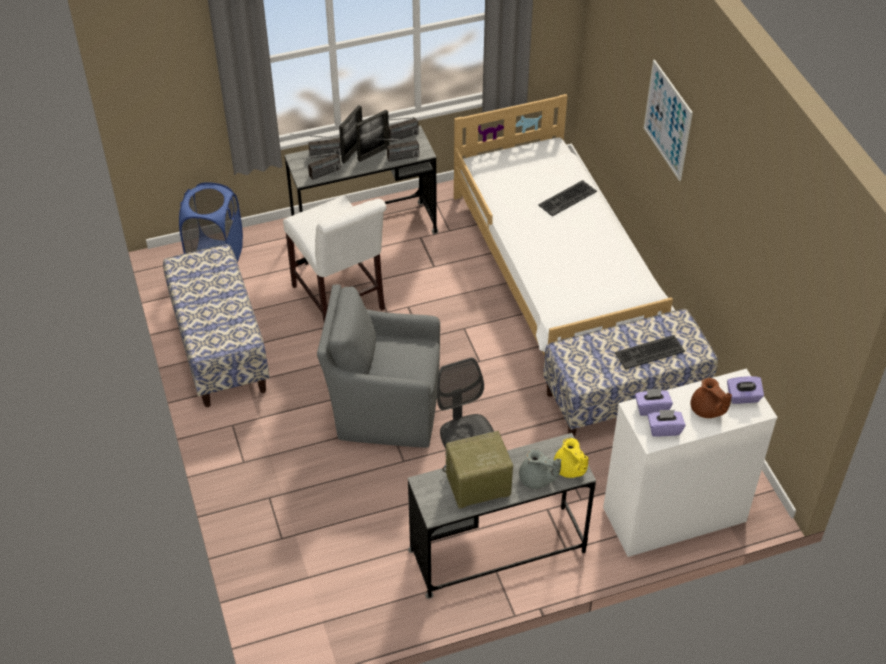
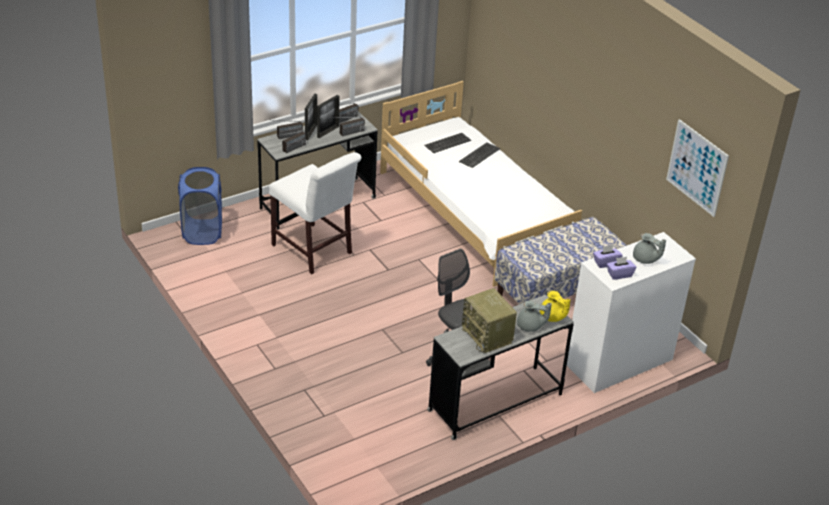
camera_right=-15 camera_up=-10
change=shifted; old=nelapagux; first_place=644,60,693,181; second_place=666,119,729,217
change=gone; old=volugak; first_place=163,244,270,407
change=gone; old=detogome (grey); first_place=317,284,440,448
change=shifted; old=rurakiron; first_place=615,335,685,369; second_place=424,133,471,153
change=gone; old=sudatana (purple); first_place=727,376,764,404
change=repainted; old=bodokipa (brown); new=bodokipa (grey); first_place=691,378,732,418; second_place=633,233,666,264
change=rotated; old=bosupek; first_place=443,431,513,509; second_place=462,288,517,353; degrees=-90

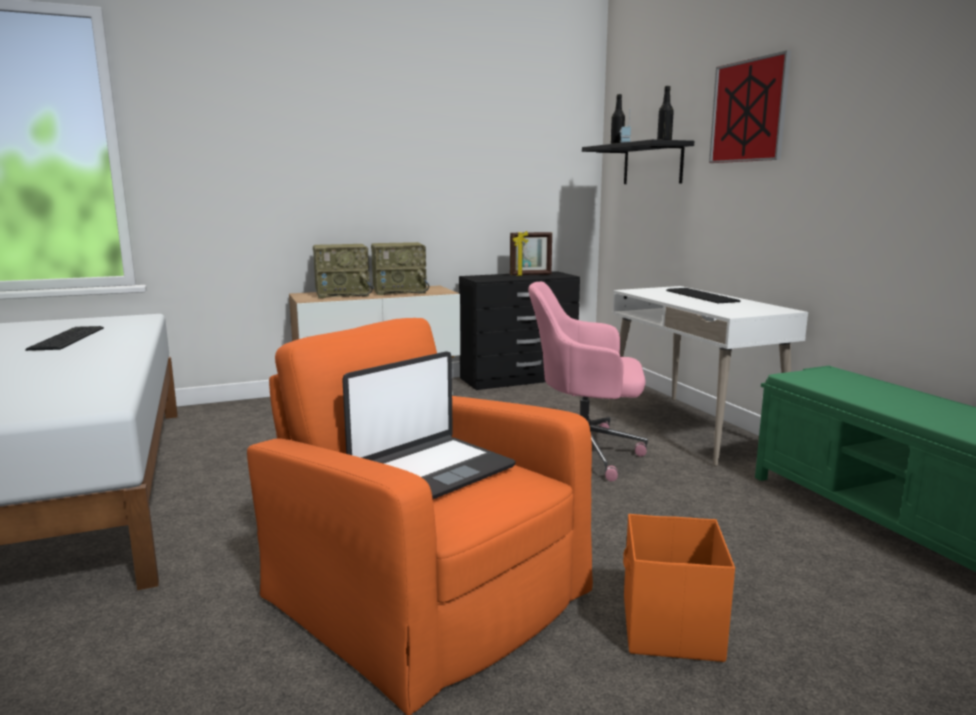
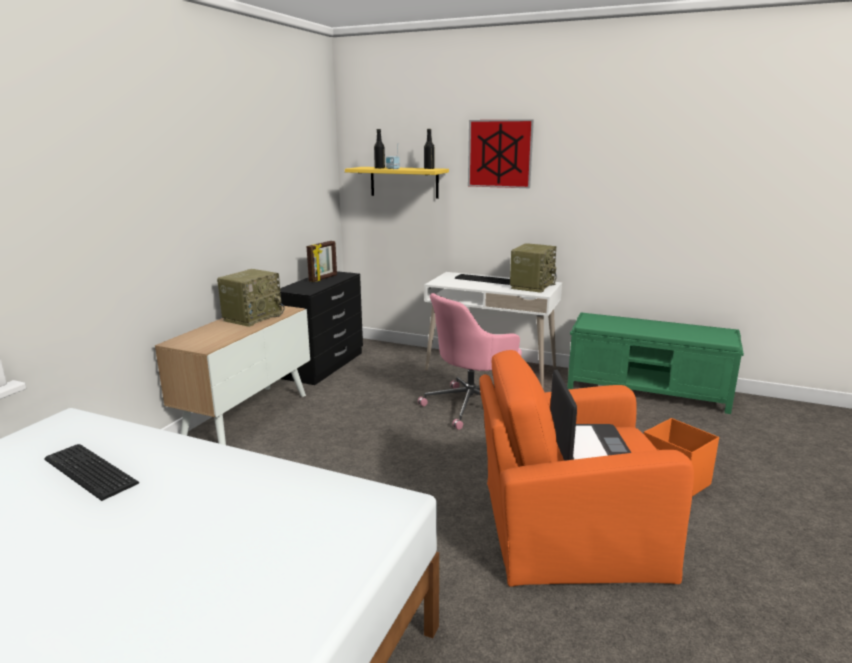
camera_right=-45 camera_up=5
change=repainted; old=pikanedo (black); new=pikanedo (yellow); first_place=582,139,694,184; second_place=345,167,449,199
change=shifted; old=bosupek; first_place=313,244,373,298; second_place=510,243,557,293

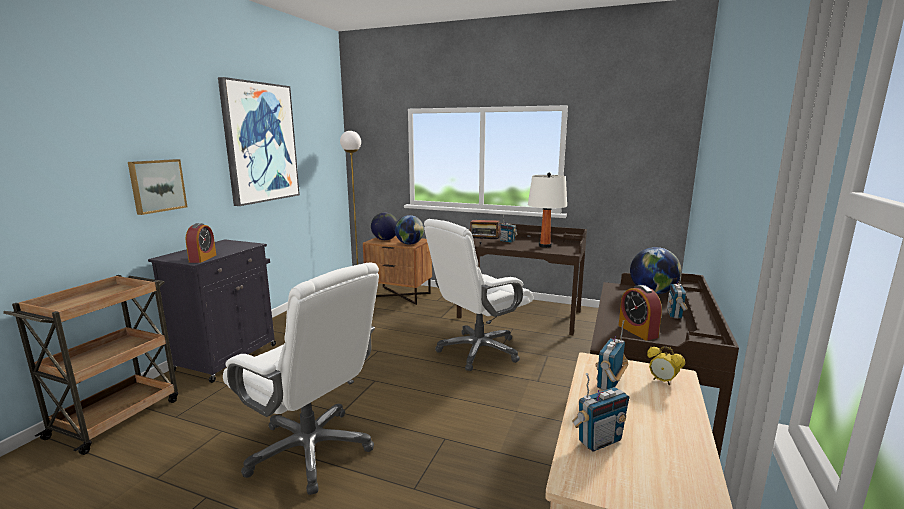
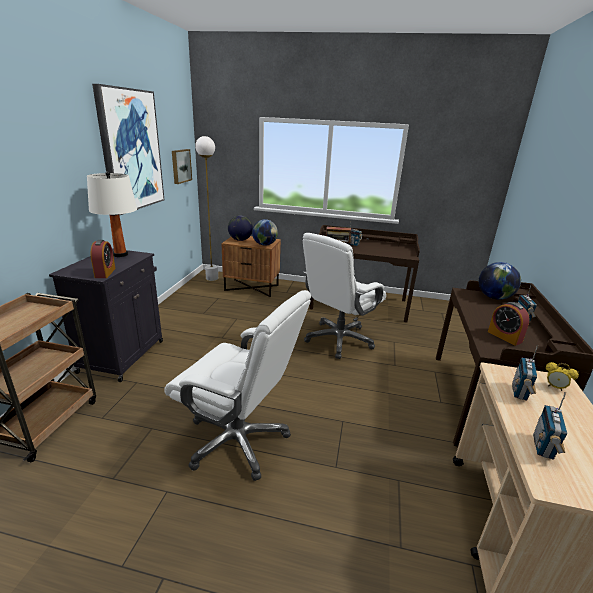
camera_right=-10 camera_up=10
change=shifted; old=nelapagux; first_place=128,159,187,215; second_place=172,149,192,184
change=shifted; old=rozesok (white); first_place=528,172,567,248; second_place=87,171,137,257
change=rotated; old=bosupek; first_place=572,373,629,452; second_place=533,392,567,460; degrees=150

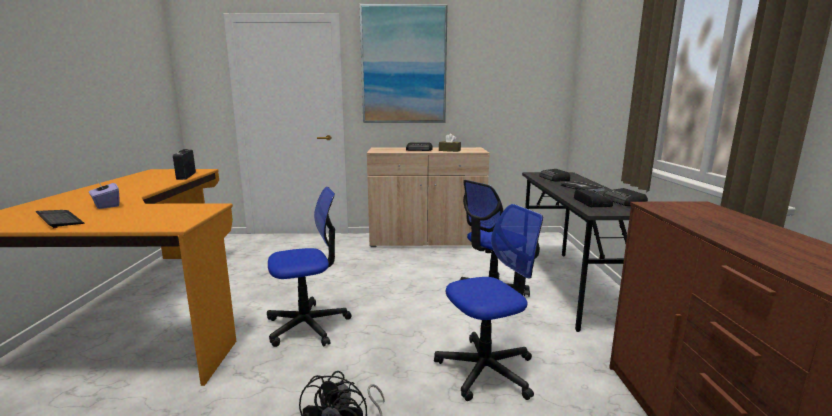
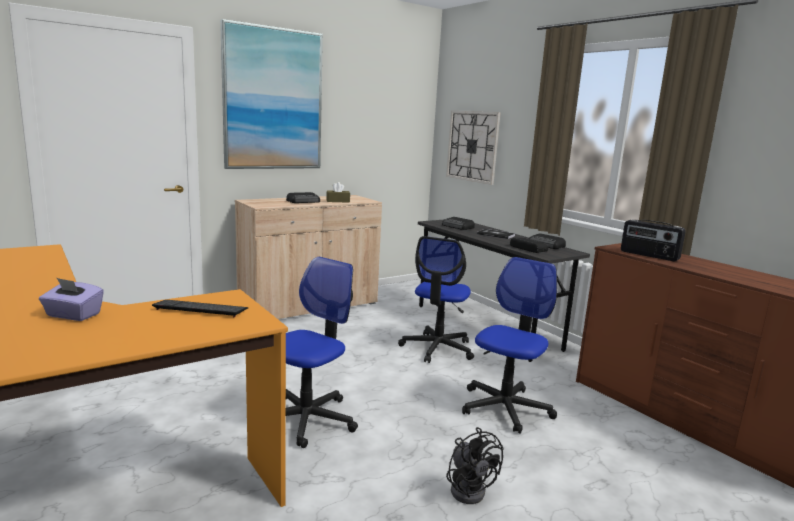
camera_right=-35 camera_up=0
change=shifted; old=bosupek; first_place=173,149,196,180; second_place=621,219,686,261
change=shifted; old=rurakiron; first_place=36,210,85,229; second_place=152,300,249,317
change=new; new=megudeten; second_place=446,111,501,185

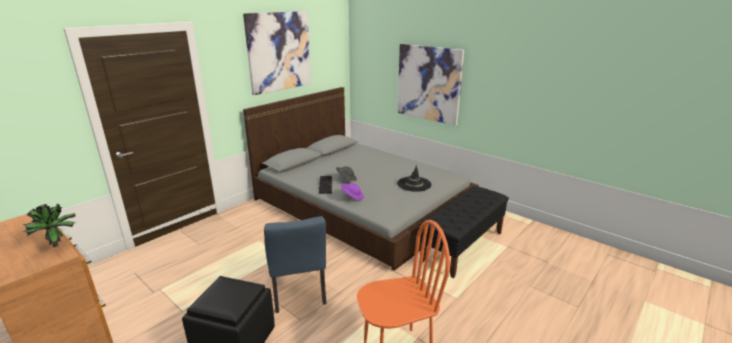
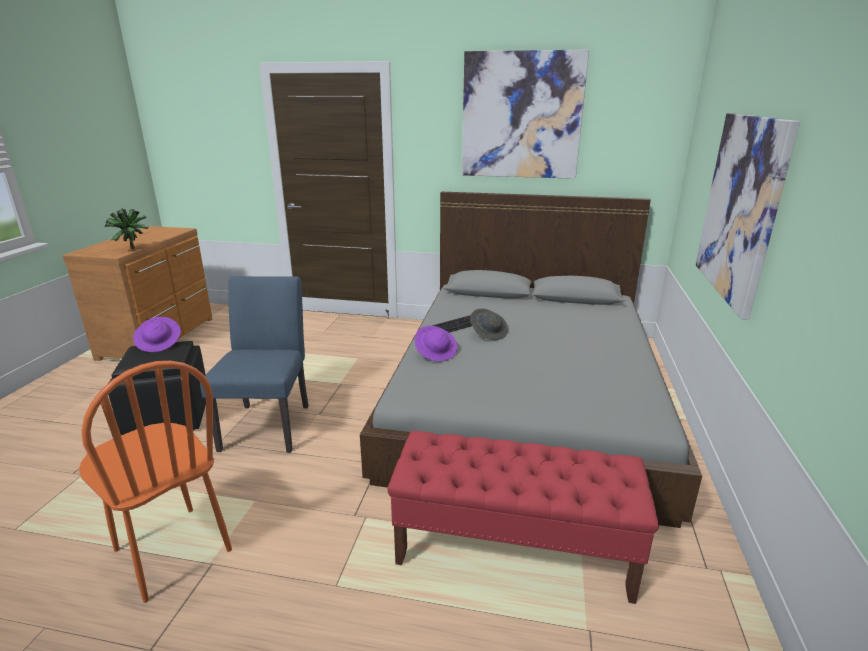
camera_right=60 camera_up=0
change=gone; old=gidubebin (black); first_place=397,165,432,192
change=repainted; old=volugak (black); new=volugak (red); first_place=420,186,509,278; second_place=387,431,659,604
change=rotated; old=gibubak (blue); first_place=264,216,326,313; second_place=200,276,309,452; degrees=135
change=new; new=gidubebin (purple); second_place=133,317,181,352

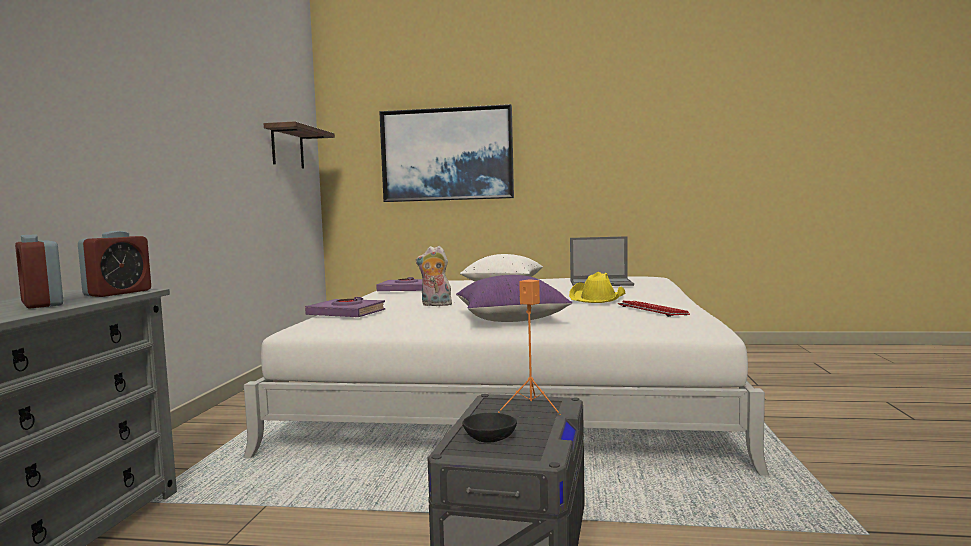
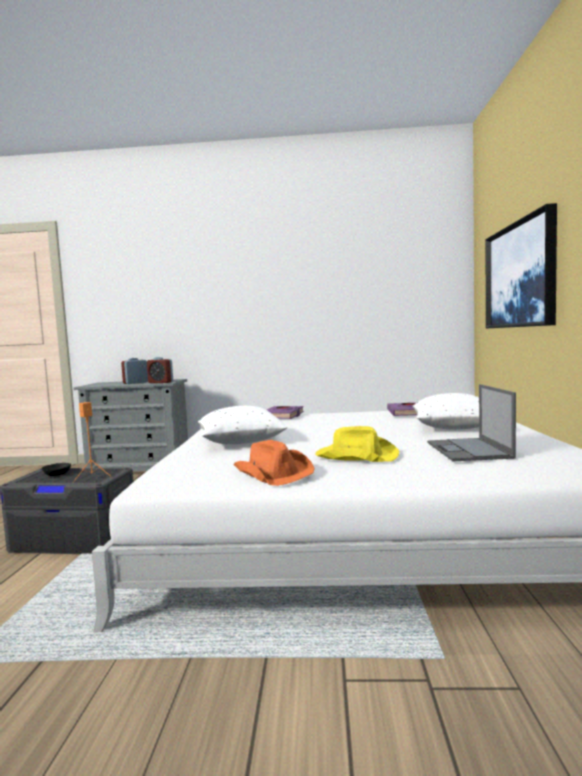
camera_right=85 camera_up=0
change=gone; old=pikanedo; first_place=264,121,335,168
change=gone; old=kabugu; first_place=416,246,452,306
change=repainted; old=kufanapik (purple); new=kufanapik (white); first_place=456,275,572,322; second_place=198,406,287,444
change=swapped; old=rurakiron; new=gidubebin (orange); first_place=618,300,690,317; second_place=233,440,315,486

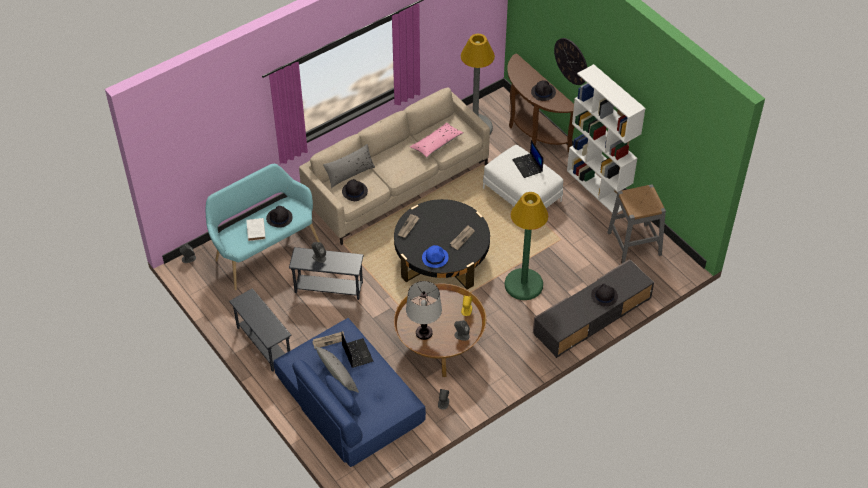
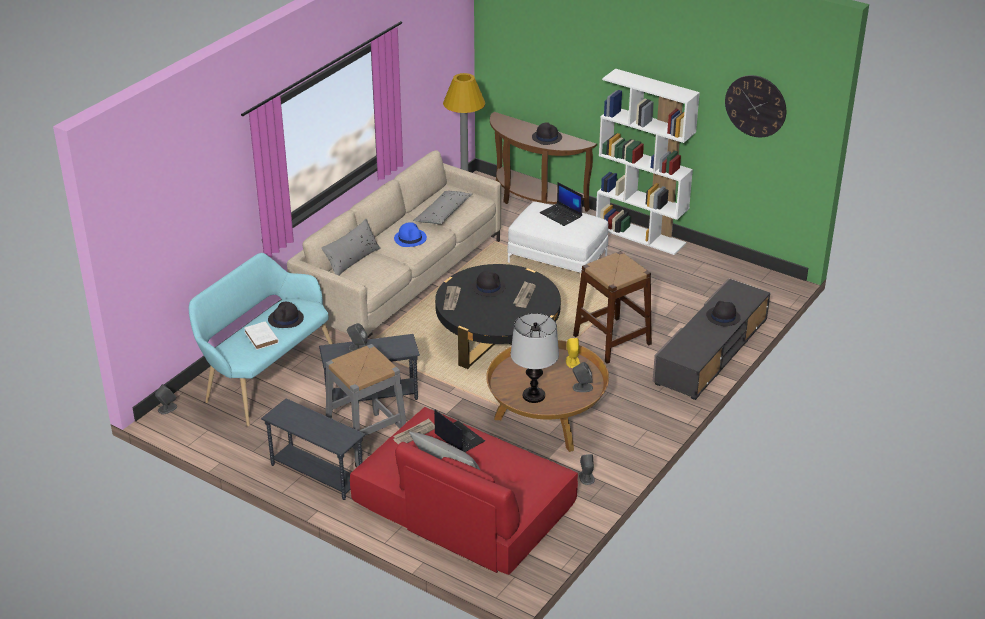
camera_right=-20 camera_up=-15
change=shifted; old=megudeten; first_place=554,38,587,85; second_place=725,75,786,137
change=repainted; old=kufanapik (pink); new=kufanapik (grey); first_place=410,123,464,157; second_place=413,191,472,224
change=shifted; old=gidubebin (black); first_place=342,179,368,201; second_place=472,271,506,297
change=shifted; old=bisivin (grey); first_place=607,184,666,263; second_place=326,344,406,467
change=swapped; old=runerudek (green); new=bisivin (brown); first_place=505,192,549,300; second_place=573,251,652,364
change=shifted; old=gidubebin (blue); first_place=422,245,449,268; second_place=394,222,427,247
change=repainted; old=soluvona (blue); new=soluvona (red); first_place=274,318,426,467; second_place=350,407,578,575

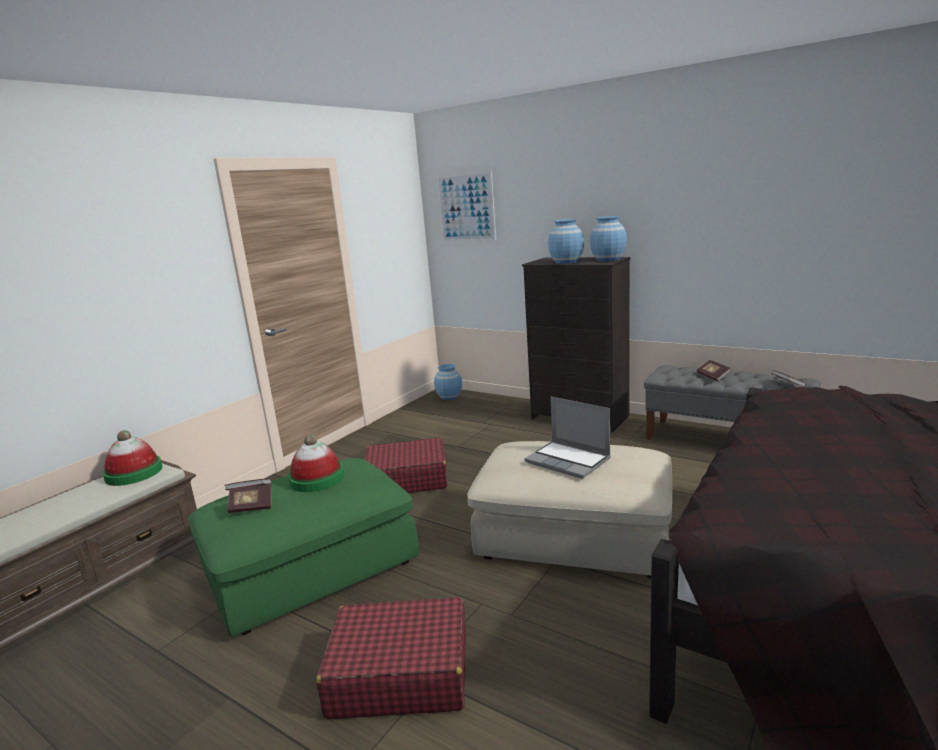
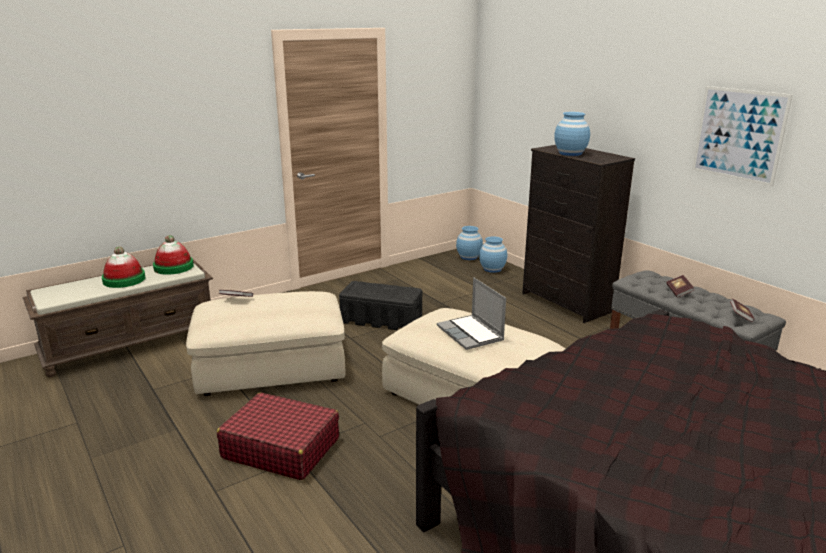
camera_right=20 camera_up=5
change=shifted; old=nelapagux; first_place=436,171,496,242; second_place=692,86,793,186
change=shifted; old=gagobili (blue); first_place=590,216,627,261; second_place=479,236,507,273
change=shifted; old=gidubebin; first_place=288,434,344,492; second_place=102,246,146,288
change=swapped; old=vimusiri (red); new=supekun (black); first_place=365,437,448,493; second_place=339,281,422,330
change=repainted; old=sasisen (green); new=sasisen (beige); first_place=188,458,419,637; second_place=186,291,345,396
change=gone; old=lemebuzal; first_place=227,484,272,513

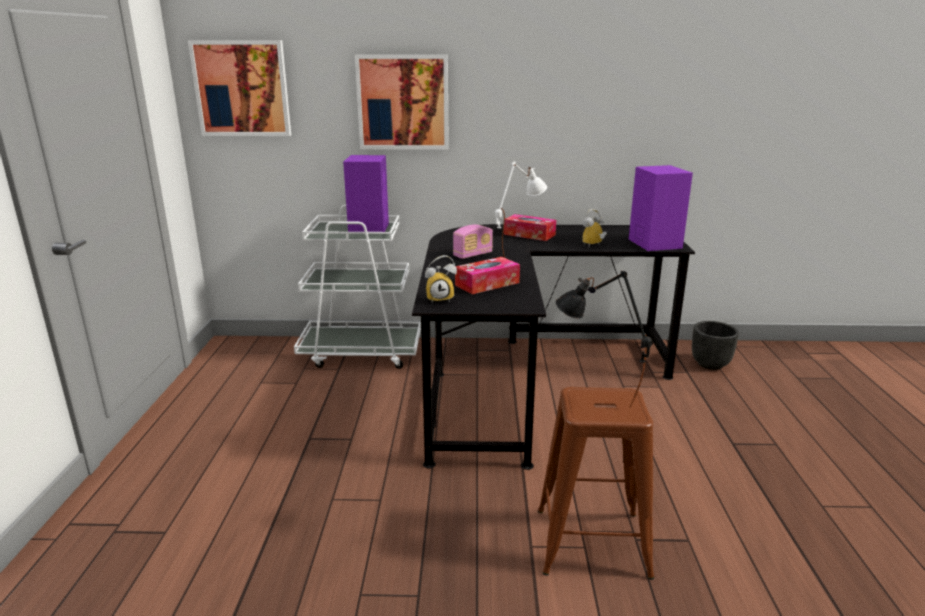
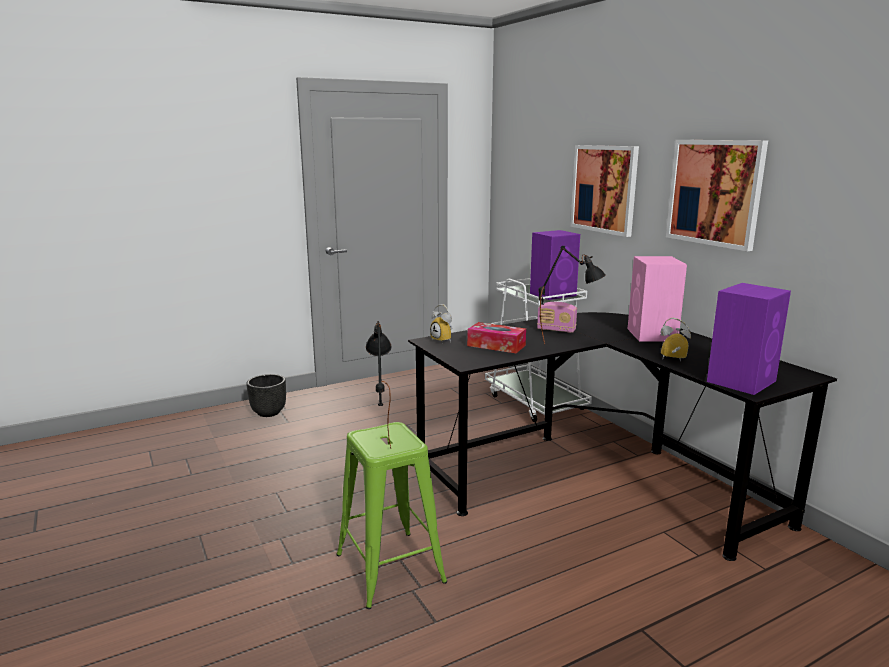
camera_right=60 camera_up=-5
change=shifted; old=nelapagux; first_place=188,40,291,136; second_place=666,140,768,251
change=repainted; old=rozesok (white); new=rozesok (black); first_place=495,162,547,258; second_place=539,246,606,344
change=swapped; old=sudatana; new=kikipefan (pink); first_place=504,214,556,241; second_place=628,256,687,342
change=shifted; old=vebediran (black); first_place=692,321,739,370; second_place=247,374,286,417
change=repainted; old=bisivin (brown); new=bisivin (green); first_place=538,387,654,580; second_place=336,422,447,609

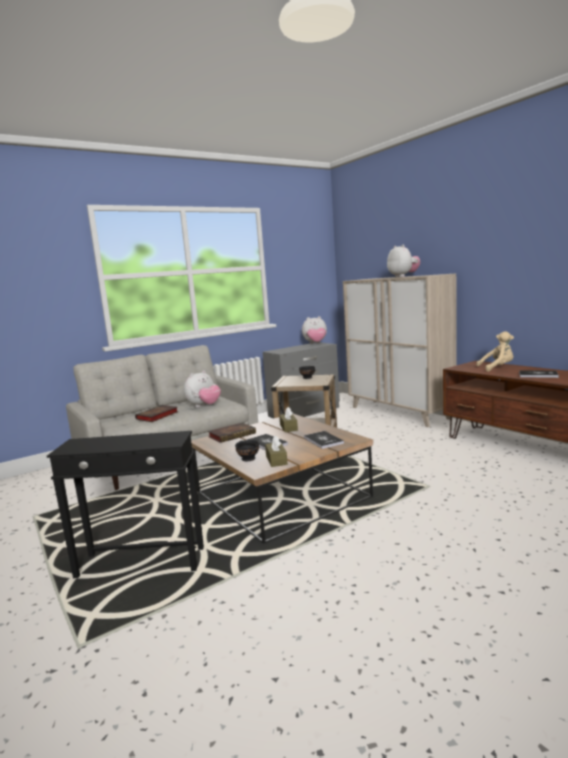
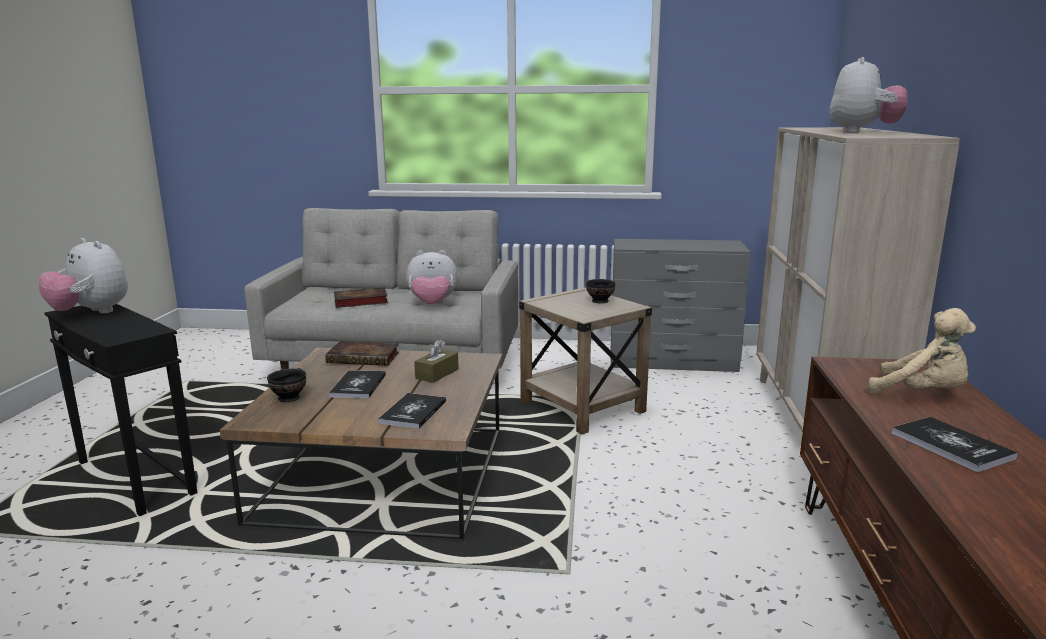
camera_right=40 camera_up=5
change=shifted; old=kabugu; first_place=302,316,327,344; second_place=39,238,128,313
change=gone; old=sudatana (brown); first_place=265,436,288,467

